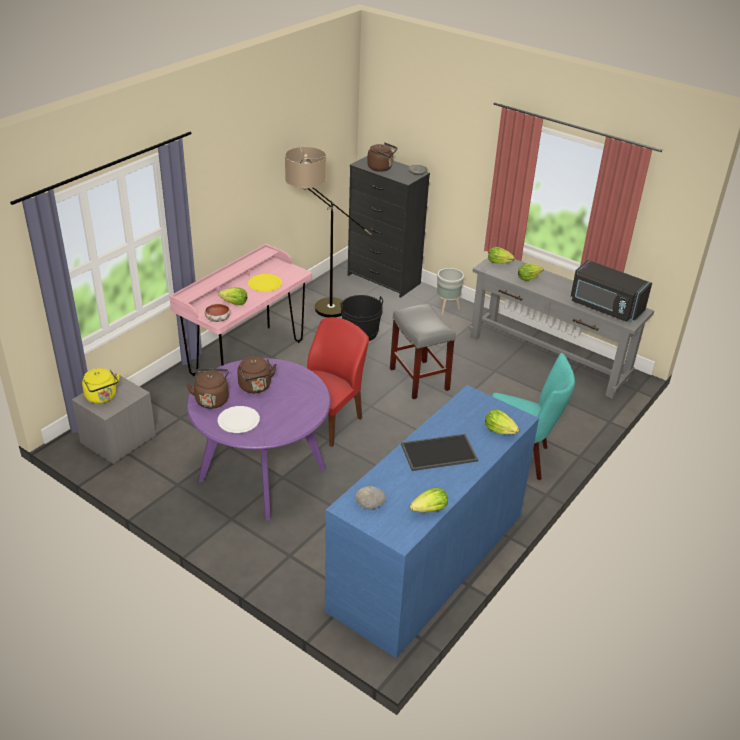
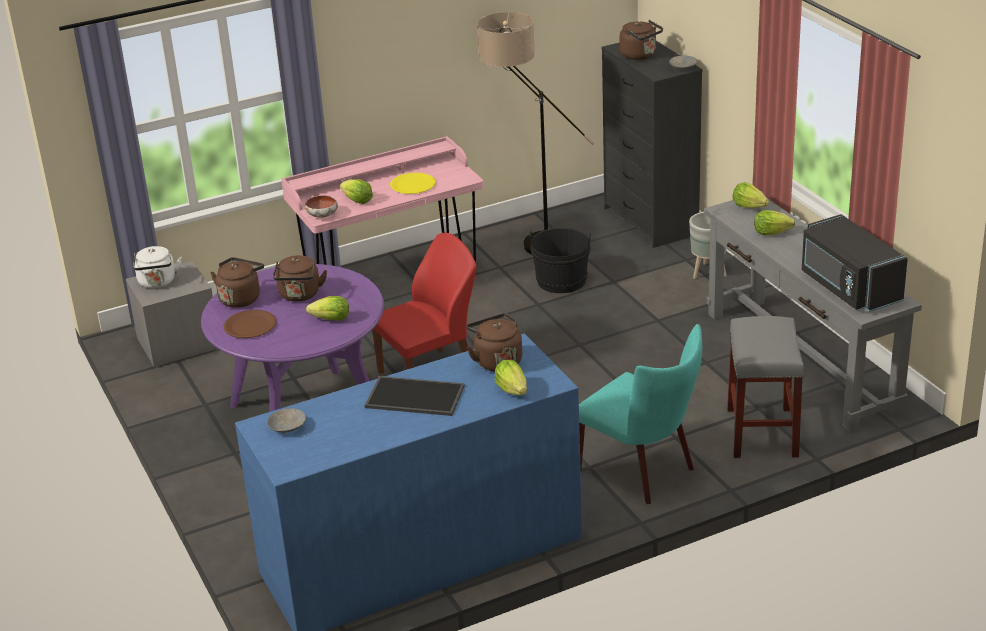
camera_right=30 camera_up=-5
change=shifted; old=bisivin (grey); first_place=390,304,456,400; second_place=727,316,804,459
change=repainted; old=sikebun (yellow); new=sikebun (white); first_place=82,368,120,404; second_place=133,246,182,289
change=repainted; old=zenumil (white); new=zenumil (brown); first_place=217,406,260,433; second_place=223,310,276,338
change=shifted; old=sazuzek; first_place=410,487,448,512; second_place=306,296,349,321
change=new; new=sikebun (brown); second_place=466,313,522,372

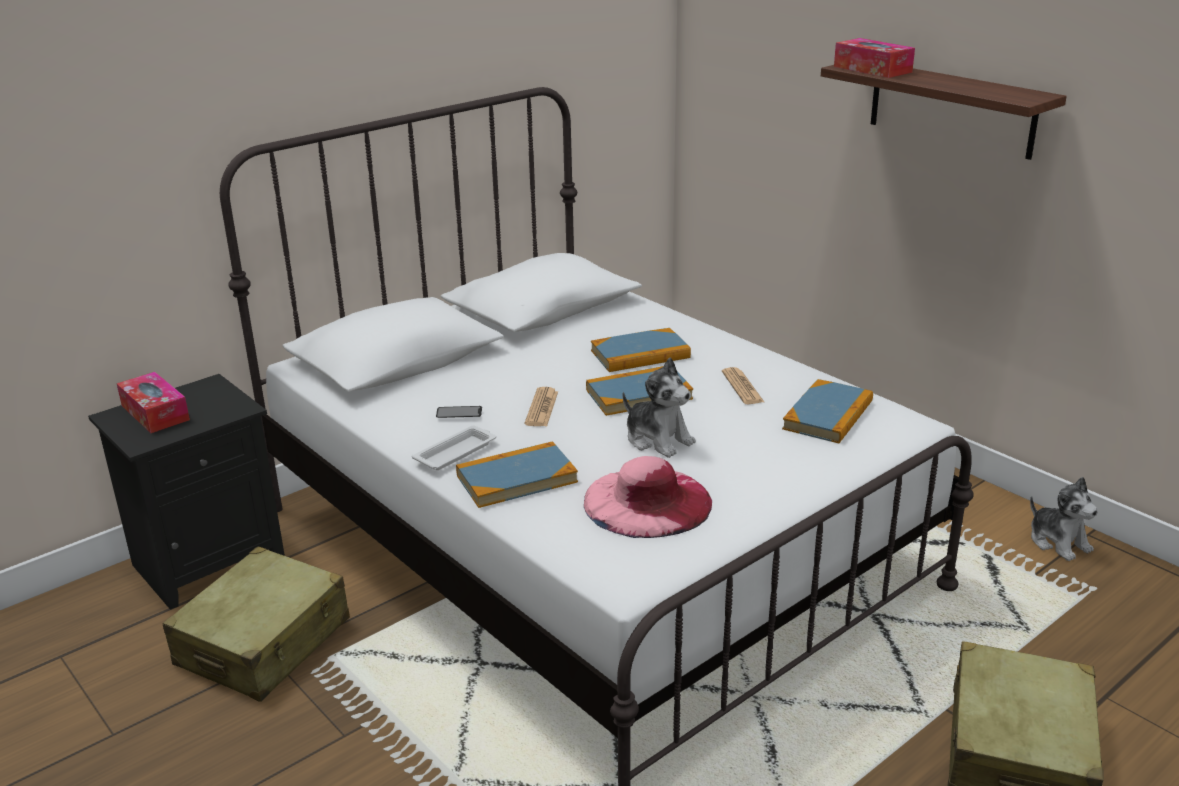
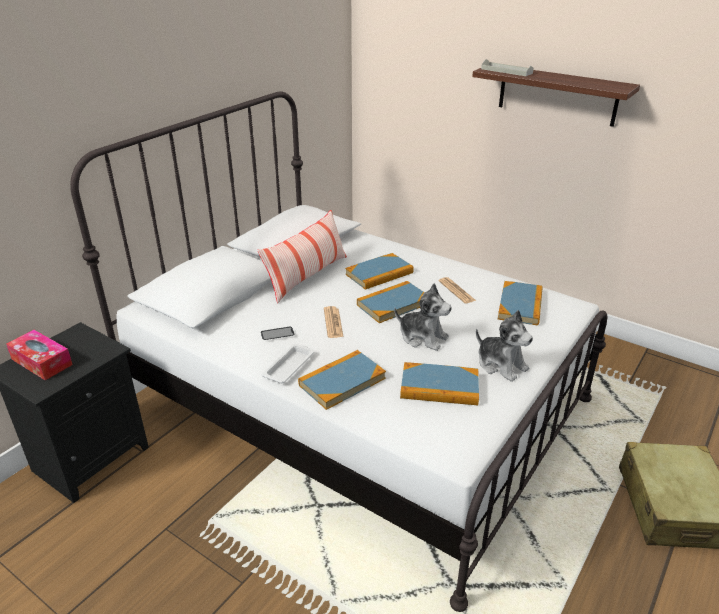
camera_right=-15 camera_up=5
change=swapped; old=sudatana; new=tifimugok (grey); first_place=834,38,915,78; second_place=481,59,534,76
change=swapped; old=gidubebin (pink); new=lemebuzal; first_place=584,456,712,538; second_place=400,362,479,405
change=shifted; old=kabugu; first_place=1030,477,1098,561; second_place=476,310,533,382
change=gone; old=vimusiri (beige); first_place=162,546,350,702
change=new; new=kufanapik; second_place=258,210,347,303

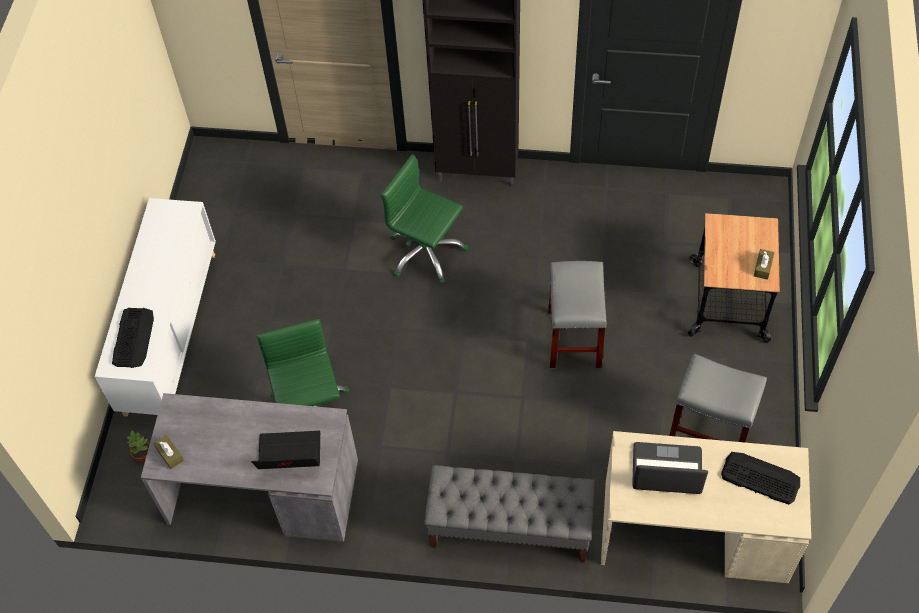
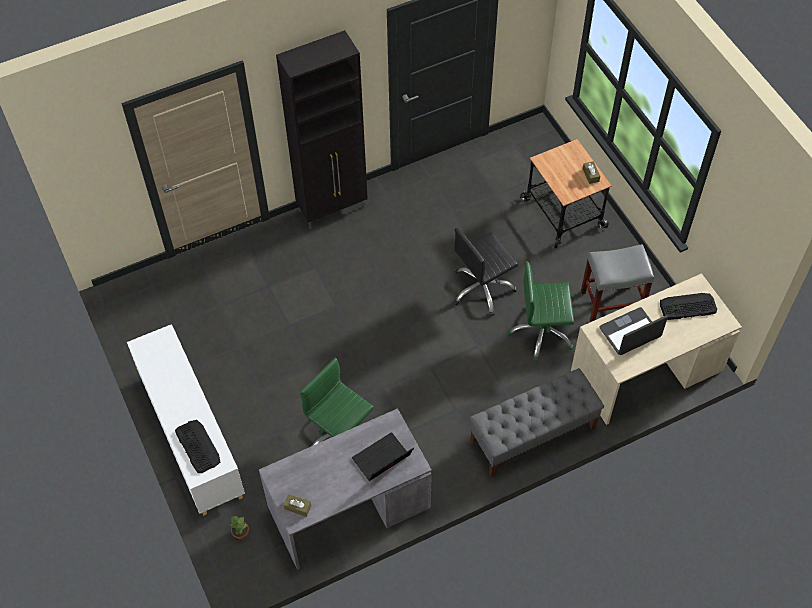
camera_right=-35 camera_up=0
change=shifted; old=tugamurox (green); first_place=381,154,468,284; second_place=507,261,574,361
change=swapped; old=bisivin (grey); new=tugamurox (black); first_place=548,261,607,368; second_place=454,228,518,316

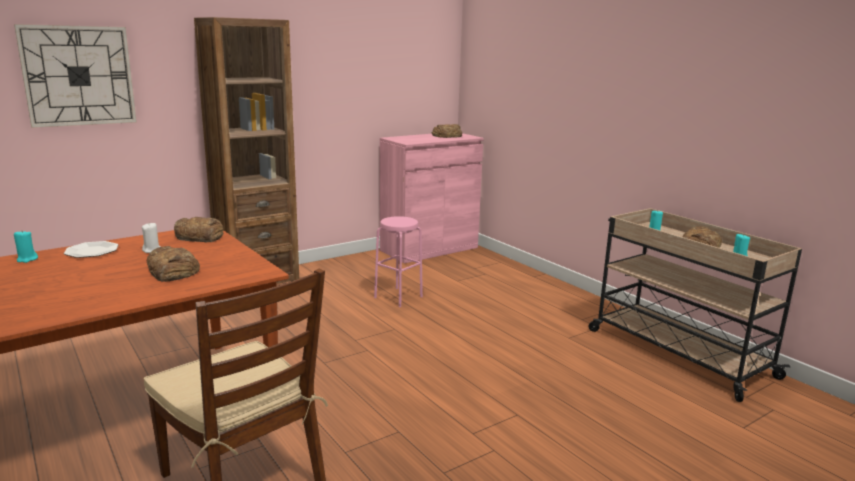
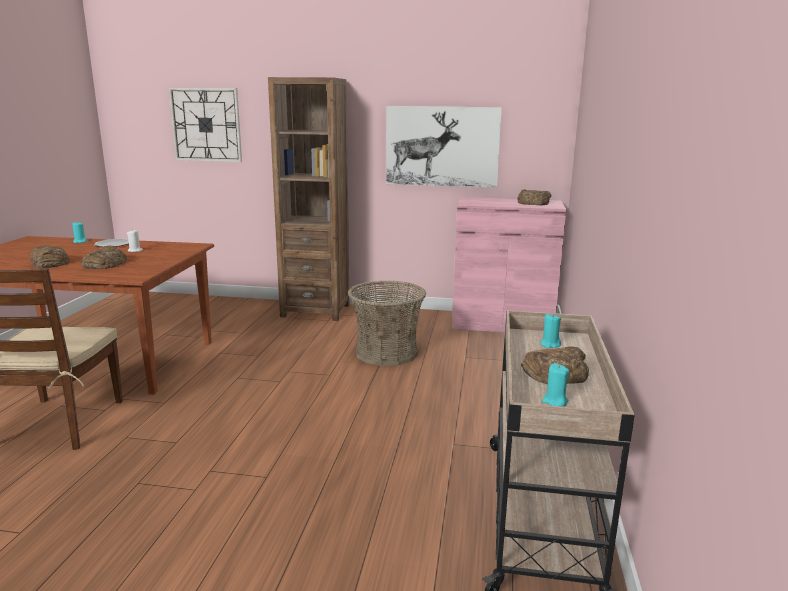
camera_right=45 camera_up=0
change=swapped; old=bisivin (pink); new=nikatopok; first_place=374,216,423,307; second_place=348,280,426,366
change=shifted; old=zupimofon; first_place=174,217,224,242; second_place=30,245,70,269
change=new; new=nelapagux; second_place=386,106,502,188

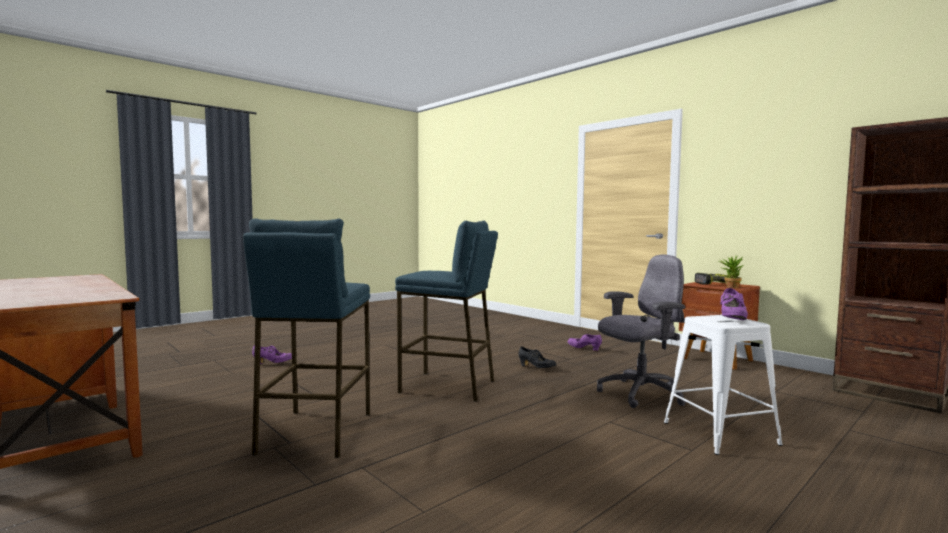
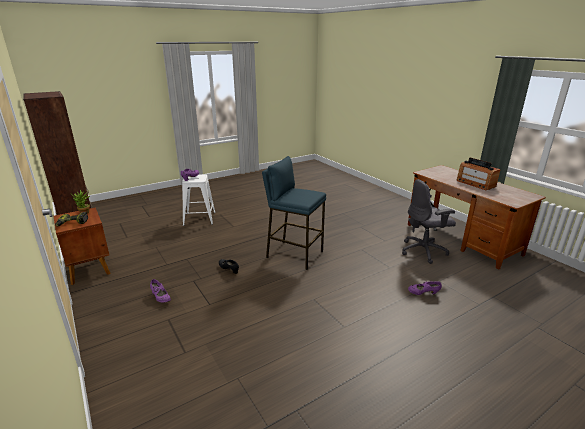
camera_right=-170 camera_up=20
change=gone; old=bisivin (blue); first_place=243,218,370,458
change=shifted; old=tugamurox (grey); first_place=597,255,686,408; second_place=402,179,456,264
change=new; new=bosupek; second_place=457,158,501,190

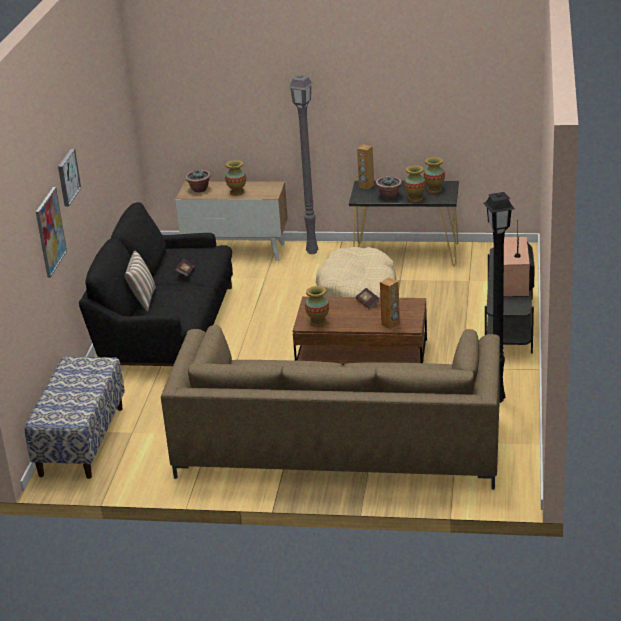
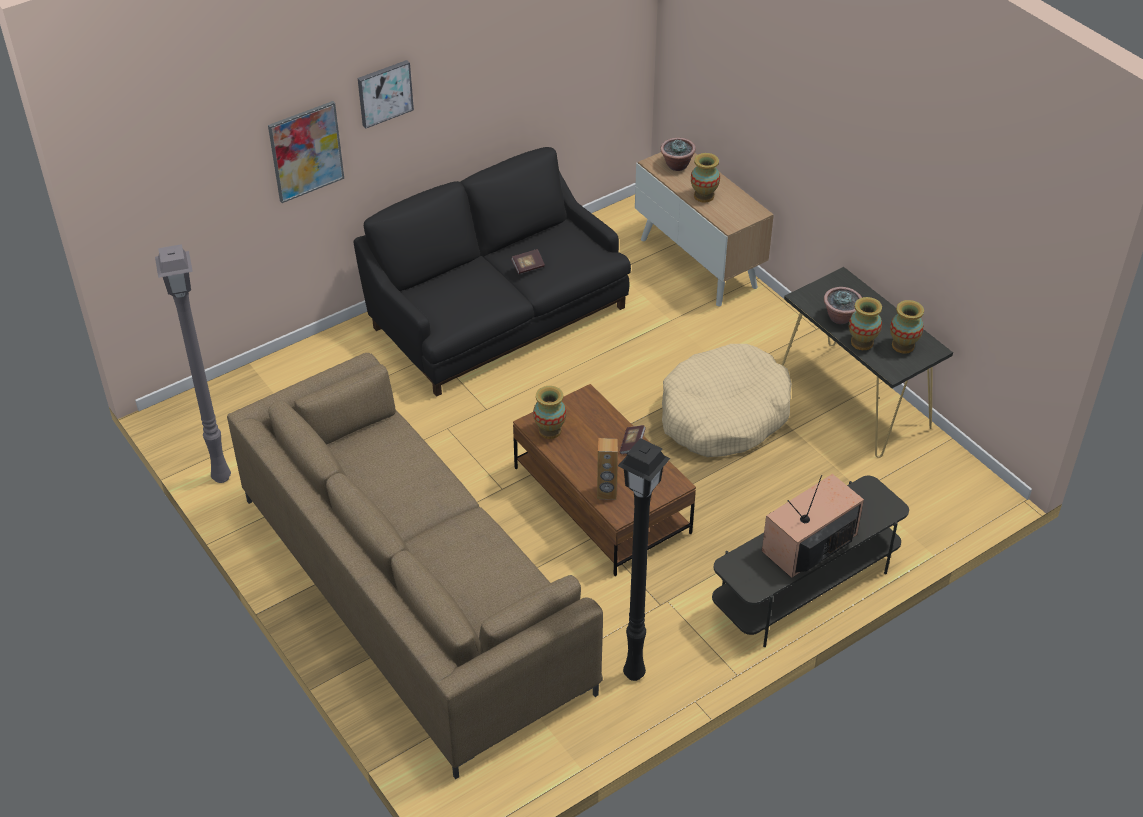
camera_right=45 camera_up=15
change=shifted; old=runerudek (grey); first_place=288,75,318,254; second_place=155,244,231,483
change=gone; old=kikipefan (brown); first_place=357,144,374,189
change=gone; old=kufanapik; first_place=125,251,156,312
change=gone; old=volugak; first_place=25,356,125,479

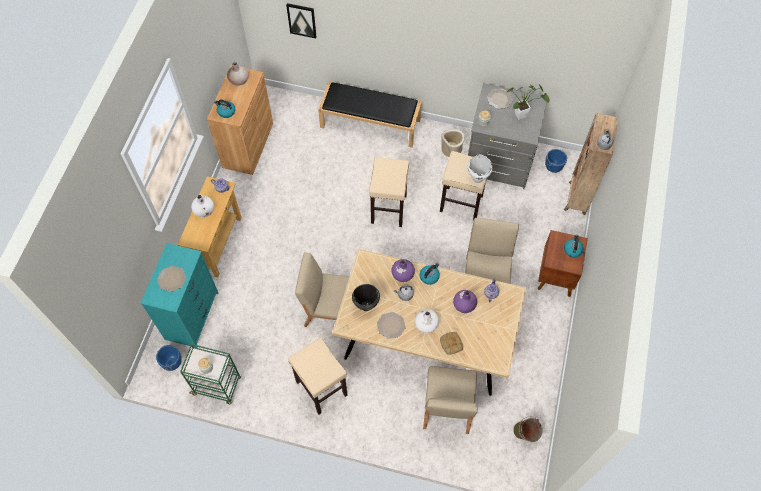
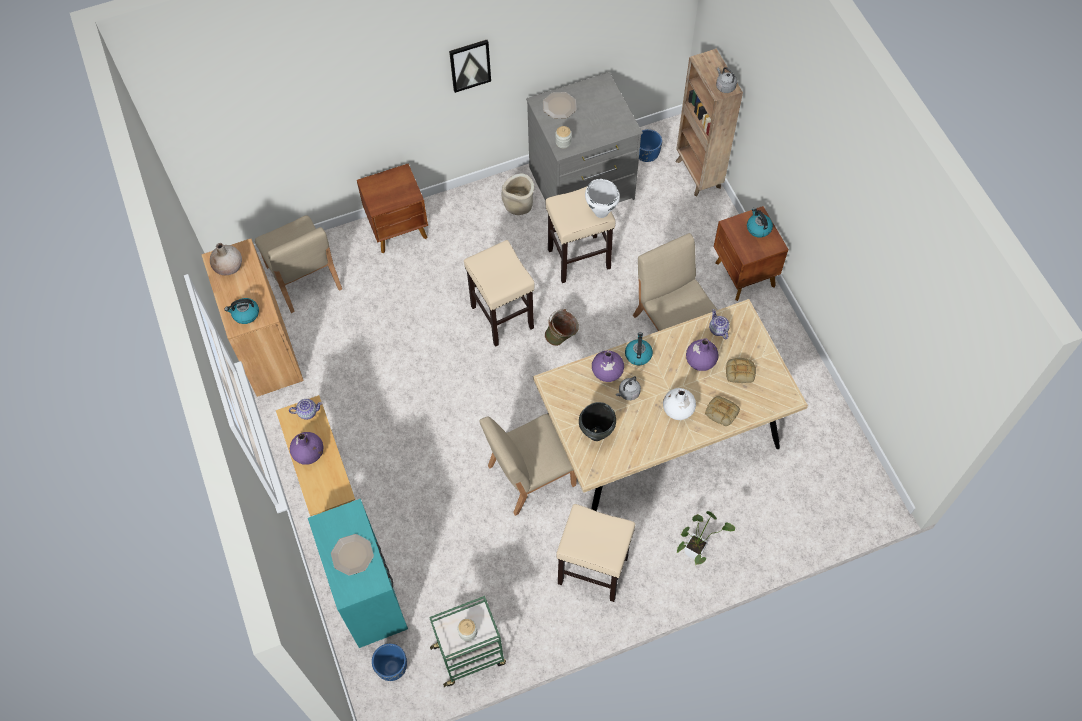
camera_right=-35 camera_up=0
change=shifted; old=nelapagux; first_place=286,3,317,38; second_place=449,40,491,93
change=swapped; old=volugak (black); new=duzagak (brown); first_place=318,81,422,148; second_place=357,164,428,253
change=shifted; old=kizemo; first_place=506,84,550,120; second_place=677,511,735,565
change=repainted; old=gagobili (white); new=gagobili (purple); first_place=191,195,214,217; second_place=290,432,324,465
change=gone; old=zenumil; first_place=377,312,406,339
change=shifted; old=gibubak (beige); first_place=423,366,478,434; second_place=255,215,342,313
change=shifted; old=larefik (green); first_place=513,417,542,442; second_place=545,309,579,346
change=new; new=zupimofon; second_place=726,358,756,383

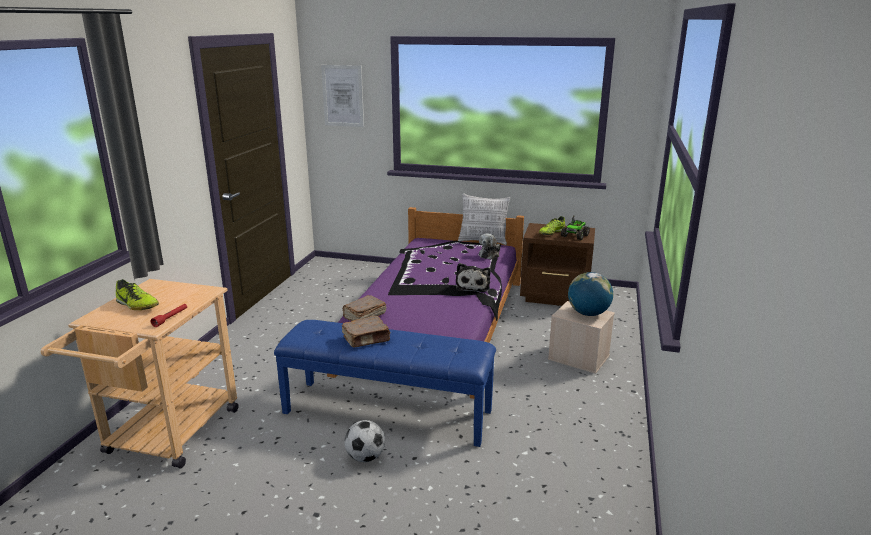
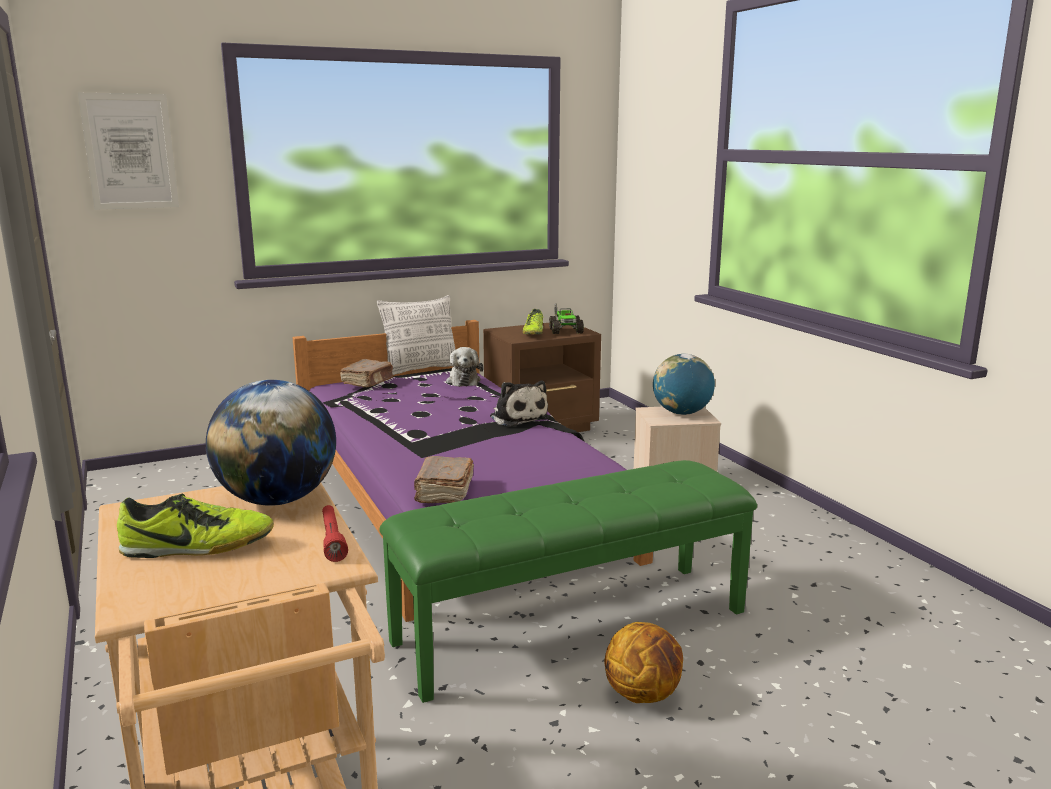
camera_right=-40 camera_up=-5
change=shifted; old=lemebuzal (brown); first_place=342,316,390,348; second_place=340,359,393,387
change=repainted; old=volugak (blue); new=volugak (green); first_place=274,320,496,447; second_place=380,460,757,703
change=swapped; old=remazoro; new=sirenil; first_place=344,420,385,462; second_place=604,622,683,703
change=new; new=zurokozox; second_place=206,380,336,506

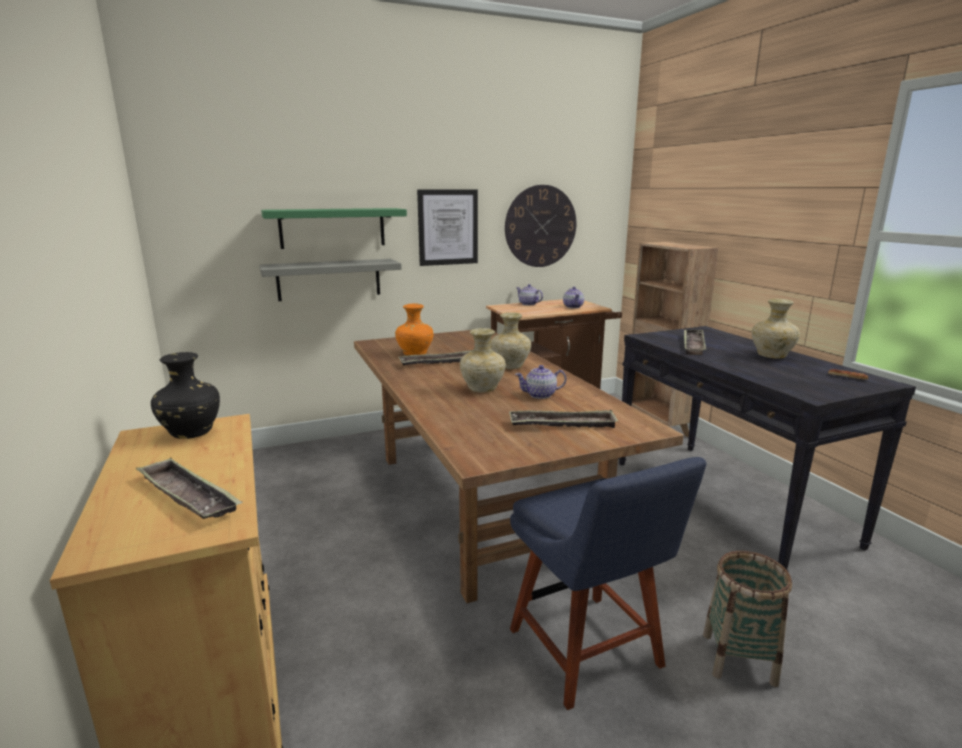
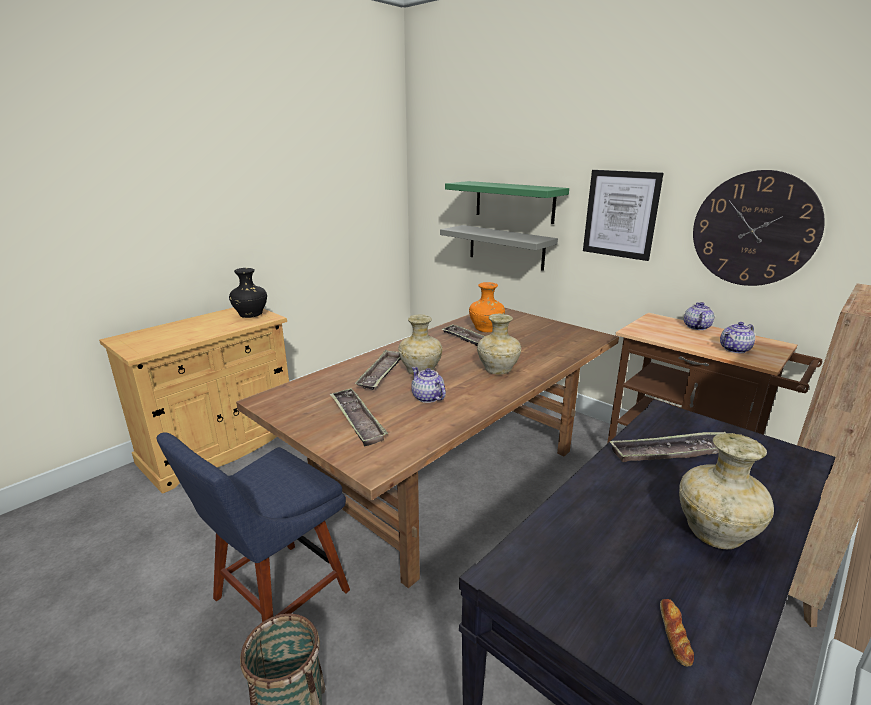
camera_right=65 camera_up=5
change=shifted; old=tifimugok; first_place=136,458,243,519; second_place=355,350,401,390

